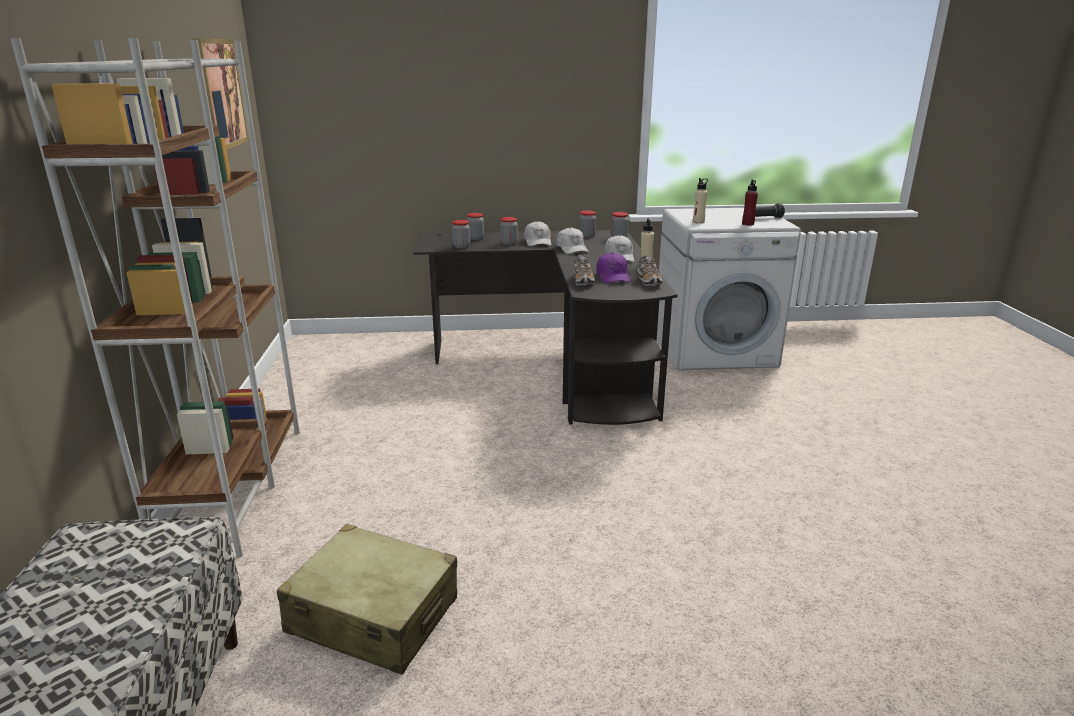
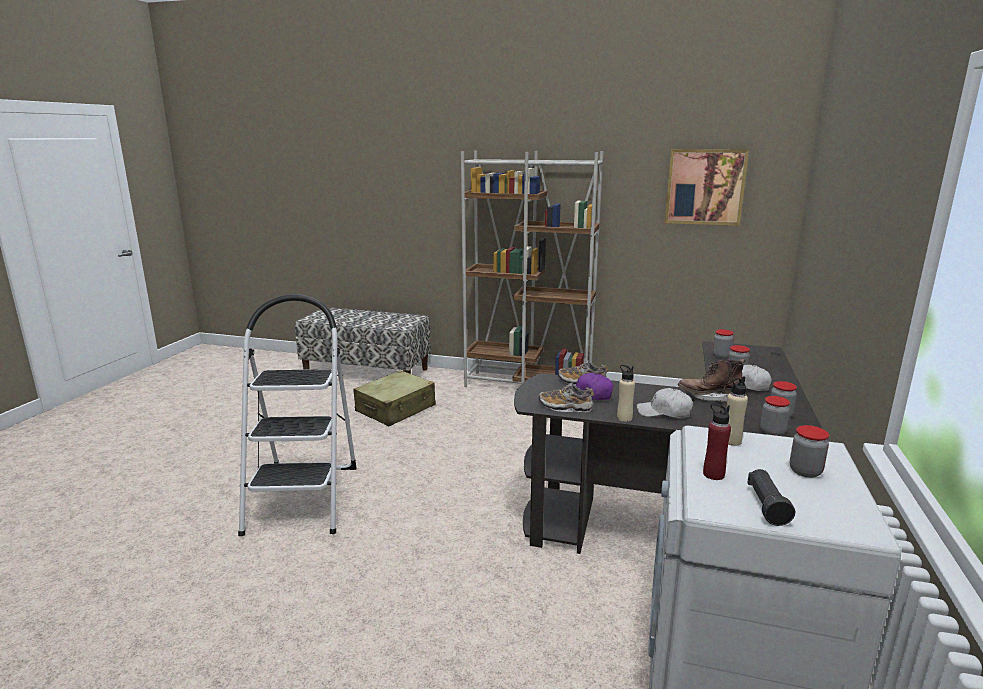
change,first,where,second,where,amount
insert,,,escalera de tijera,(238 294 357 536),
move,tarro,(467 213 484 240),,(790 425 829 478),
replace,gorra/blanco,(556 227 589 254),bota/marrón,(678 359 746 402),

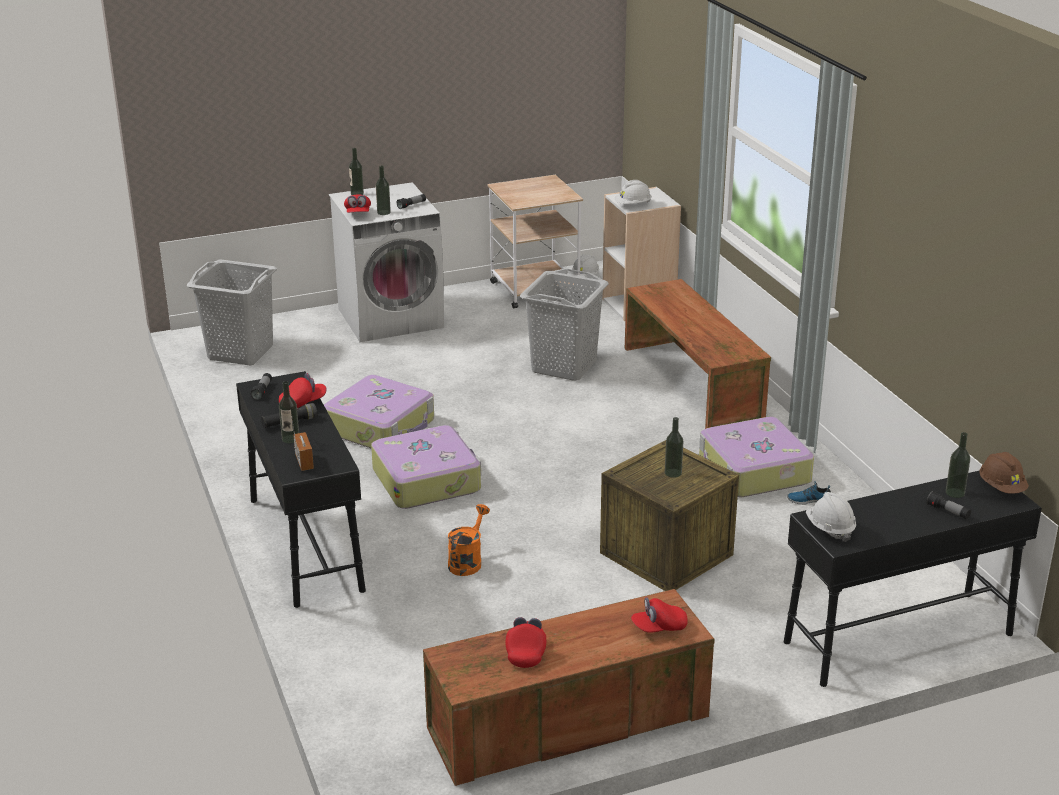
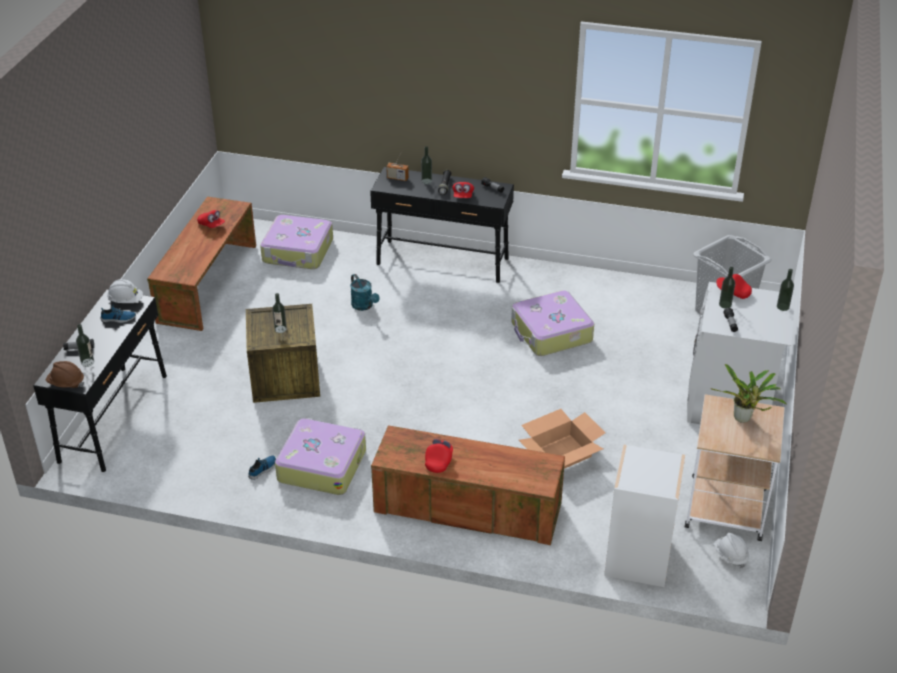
change,first,where,second,where,amount
delete,casco/blanco,(615 180 652 204),,,
insert,,,zapato,(101 304 136 323),
insert,,,planta en maceta,(710 364 787 423),
move,maleta,(371 425 481 509),,(260 215 333 269),
move,gorra/rojo,(631 597 688 633),,(425 439 453 473),
replace,cesto de la ropa/gris,(520 268 609 381),caja de cartón,(519 409 605 469),
recolor,regadera/naranja,(448 504 490 576),regadera/turquesa,(350 274 380 311),

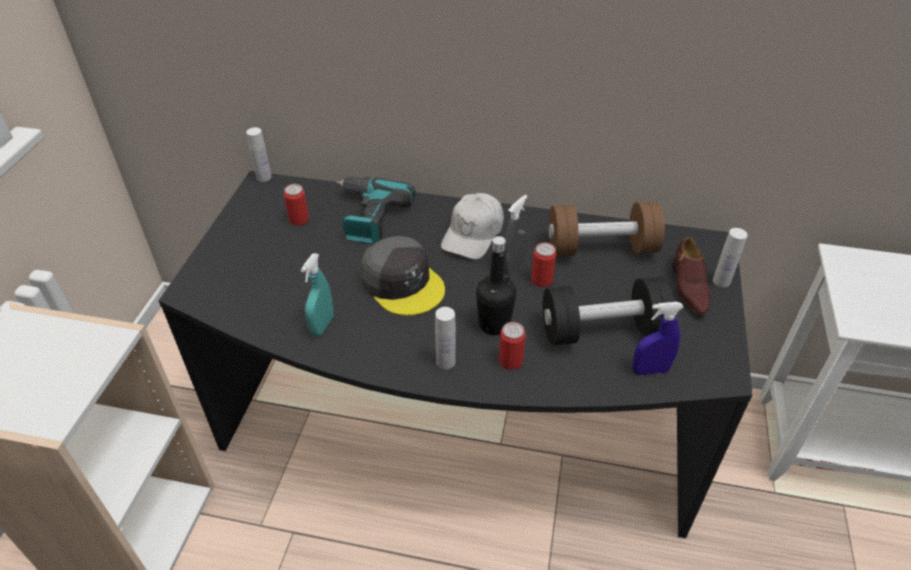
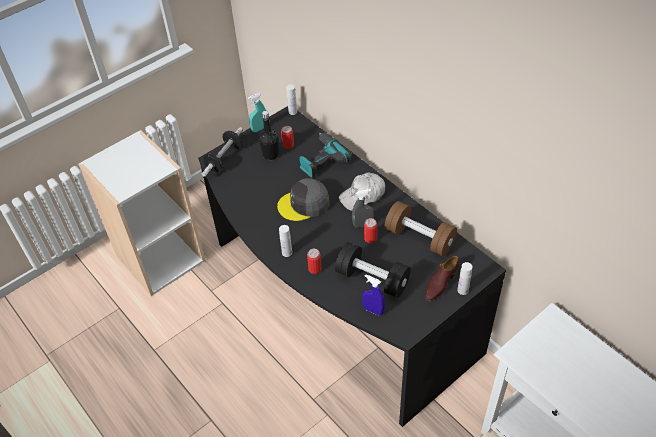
change,first,where,second,where,amount
insert,,,mancuerna,(202 127 243 177),
move,pulverizador/turquesa,(301 253 334 336),,(248 93 266 132),
move,botella/negro,(476 236 516 335),,(259 111 279 160),
rotate,gorra/gris,(360 236 445 316),,(277 178 329 221),75 degrees clockwise

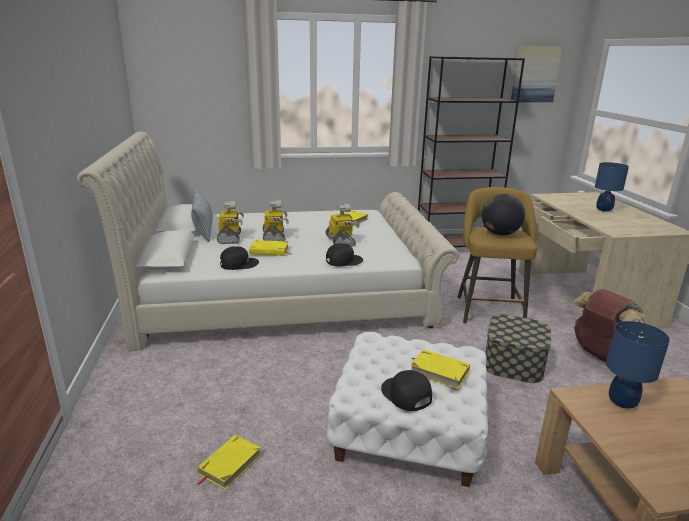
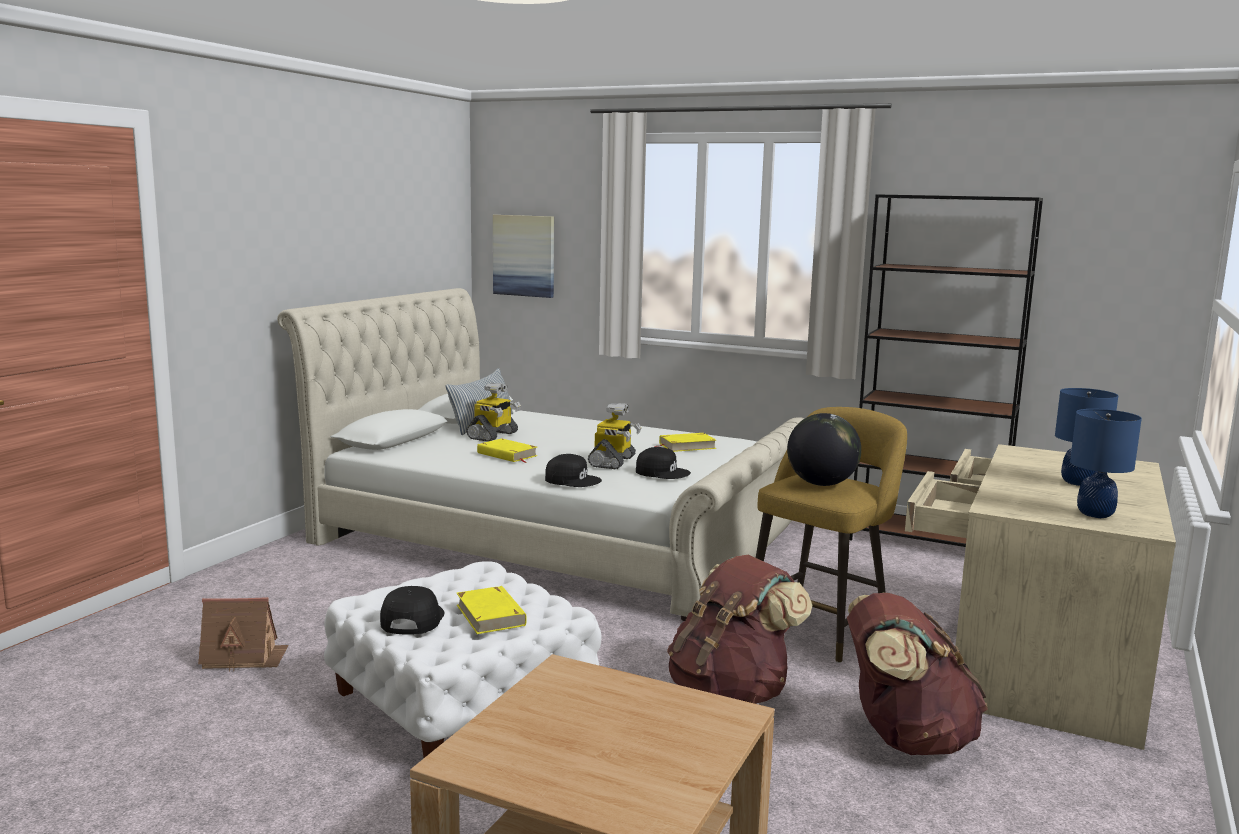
change,first,where,second,where,amount
delete,robot de juguete,(263 200 289 241),,,
move,gorra/negro,(220 246 259 270),,(636 447 691 479),
move,cuadro,(511 46 562 102),,(493 215 554 298),
move,lámpara de mesa/azul,(606 321 670 409),,(1070 409 1142 518),
replace,libro/amarillo,(197 435 261 490),casita,(198 597 288 672),
replace,caja de almacenaje,(485 314 551 383),mochila/marrón,(667 555 812 704),

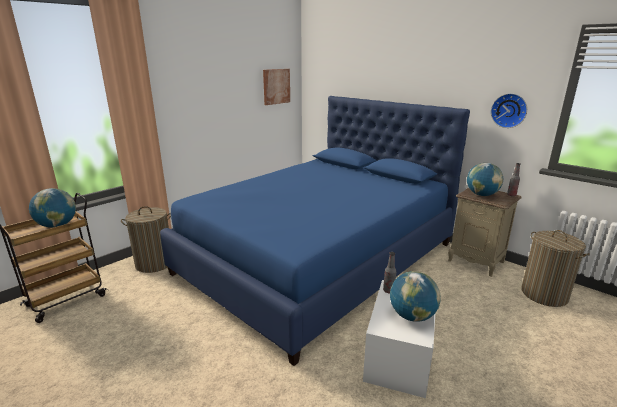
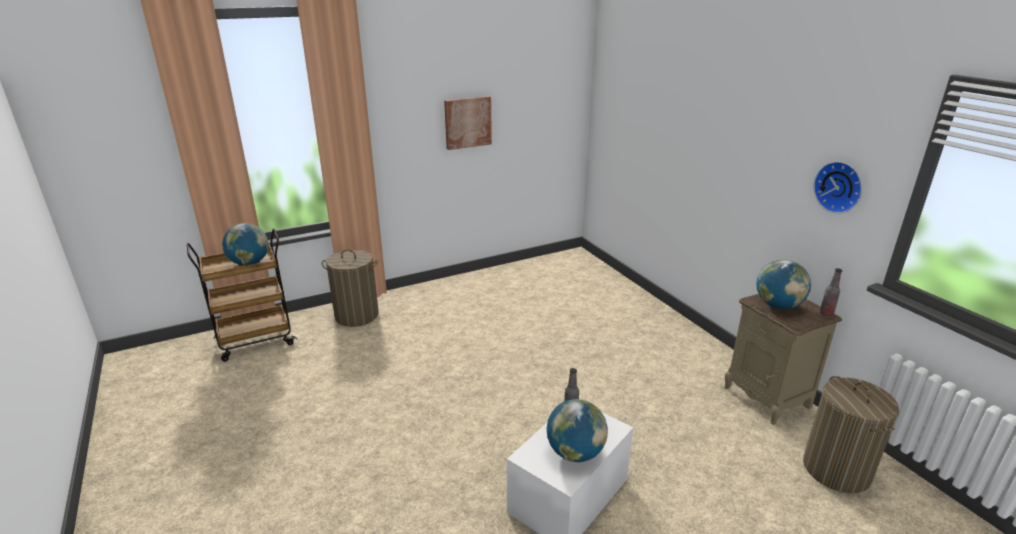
change,first,where,second,where,amount
delete,cama/azul,(160 96 470 366),,,
move,cuadro,(263 69 290 105),,(444 96 492 150),

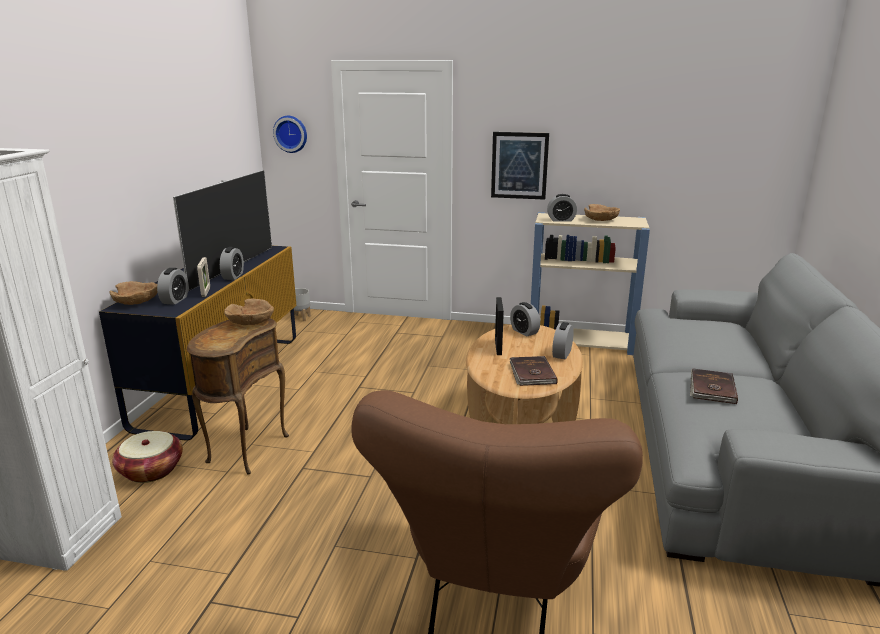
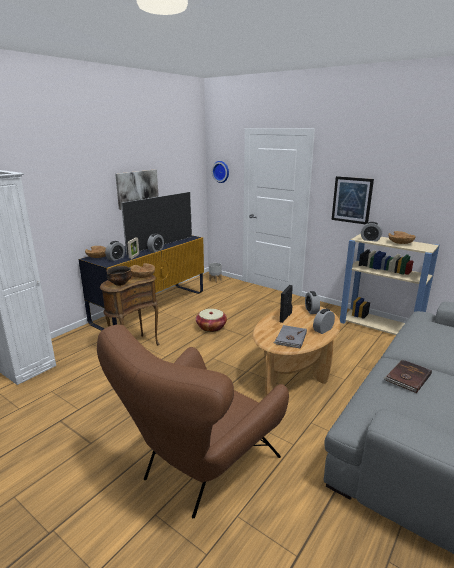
change,first,where,second,where,amount
insert,,,cuenco,(106 266 132 286),
insert,,,cuadro,(115 169 159 210),
move,cesta,(112 431 183 483),,(196 309 227 332),
recolor,libro/marrón,(509 356 558 386),libro/gris,(274 325 307 349),

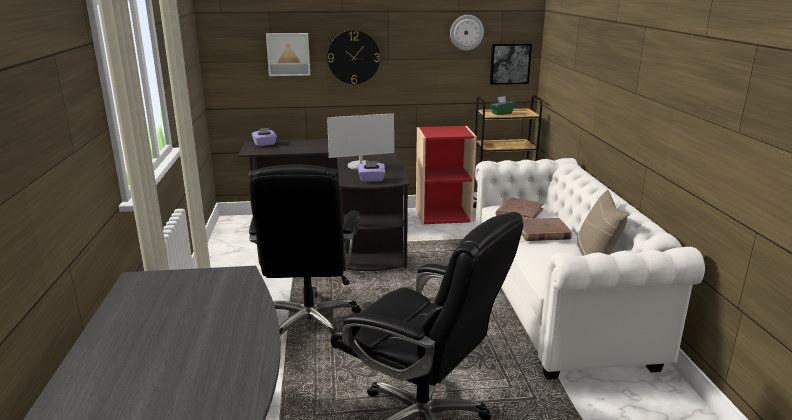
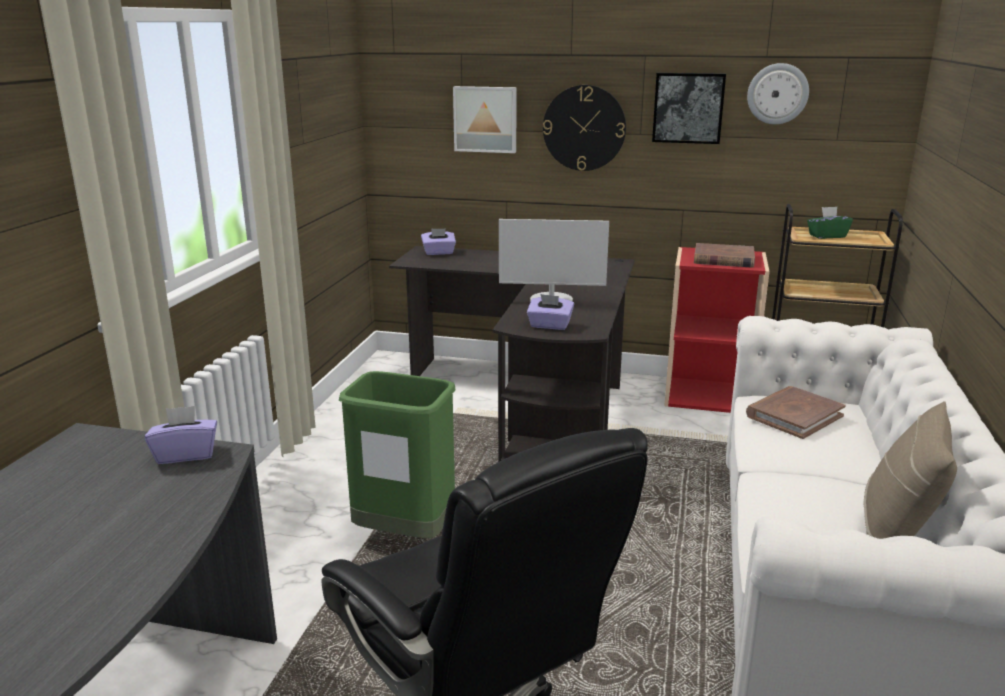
change,first,where,second,where,amount
insert,,,caja de pañuelos/morado,(145 406 217 464),
move,cuadro,(490 43 532 85),,(652 73 726 144),
move,libro/marrón,(521 218 572 241),,(694 243 755 268),
replace,silla de oficina/negro,(249 165 361 336),papelera/verde,(339 371 455 538),

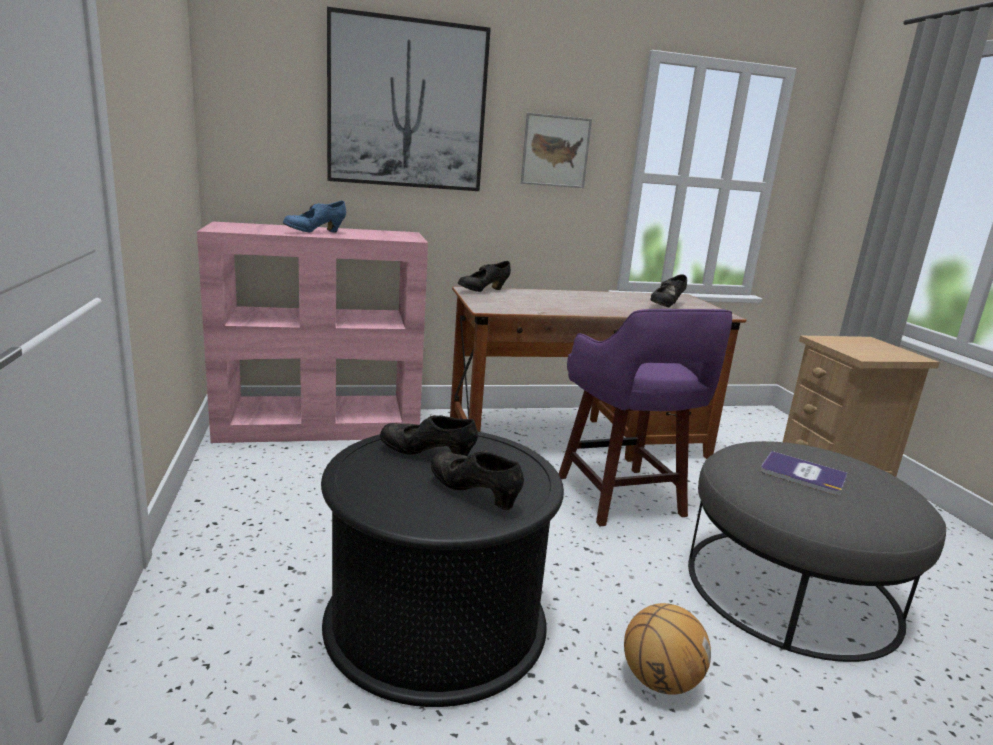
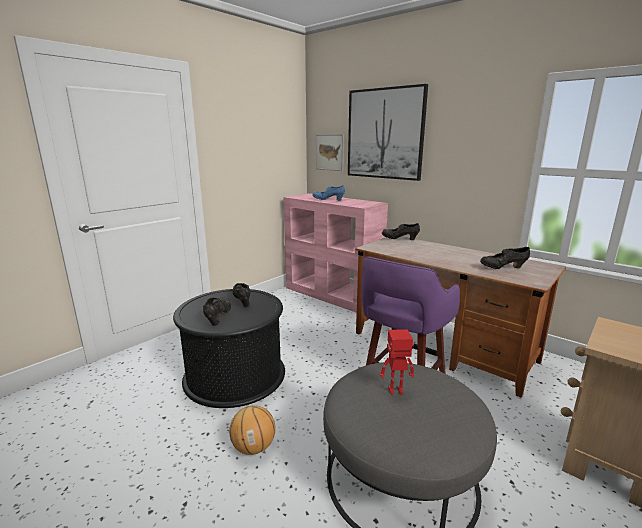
change,first,where,second,where,amount
move,cuadro,(521 113 592 188),,(316 134 344 171),
replace,libro,(760 451 848 495),robot de juguete,(379 329 414 395),

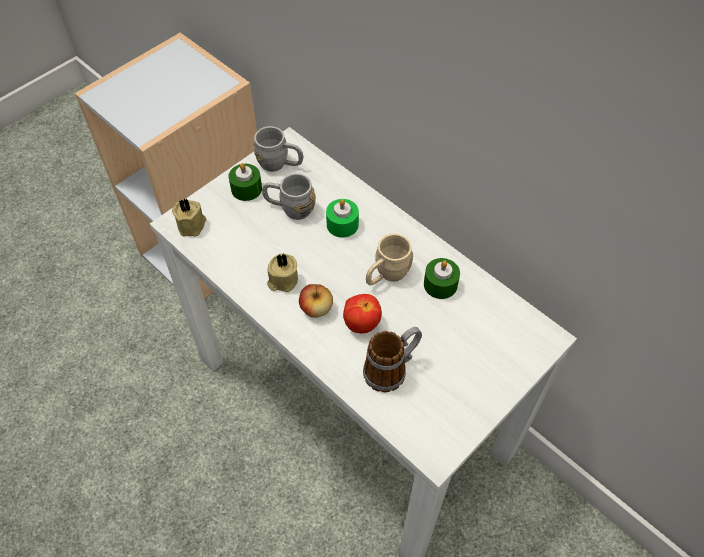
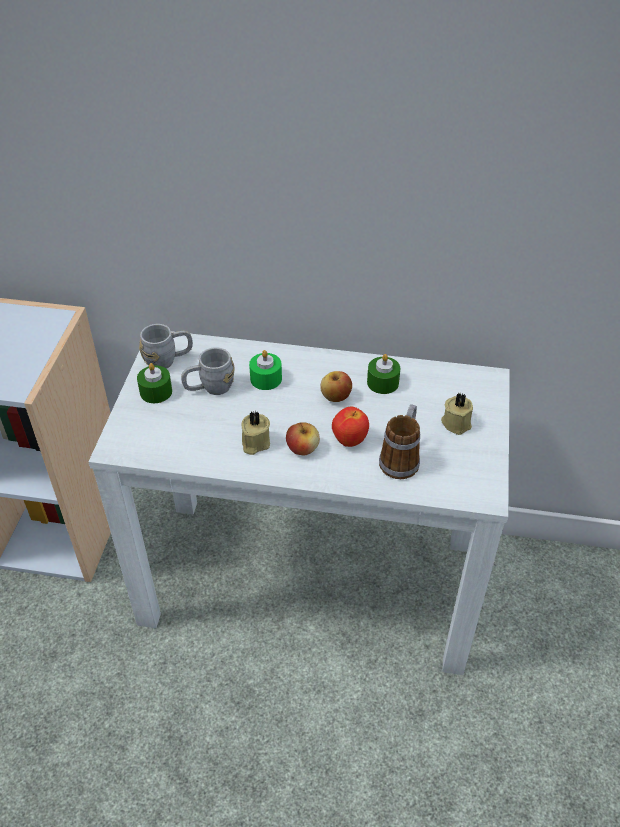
change,first,where,second,where,amount
move,vela/beis,(172 198 207 237),,(441 393 473 435),
replace,taza grande/beis,(366 234 413 286),manzana,(320 371 352 402),

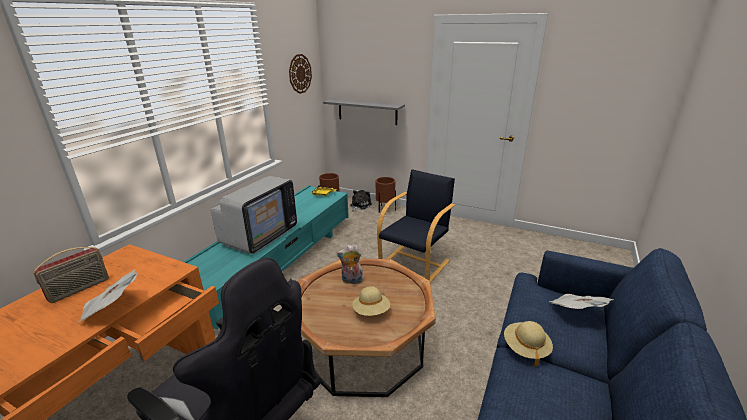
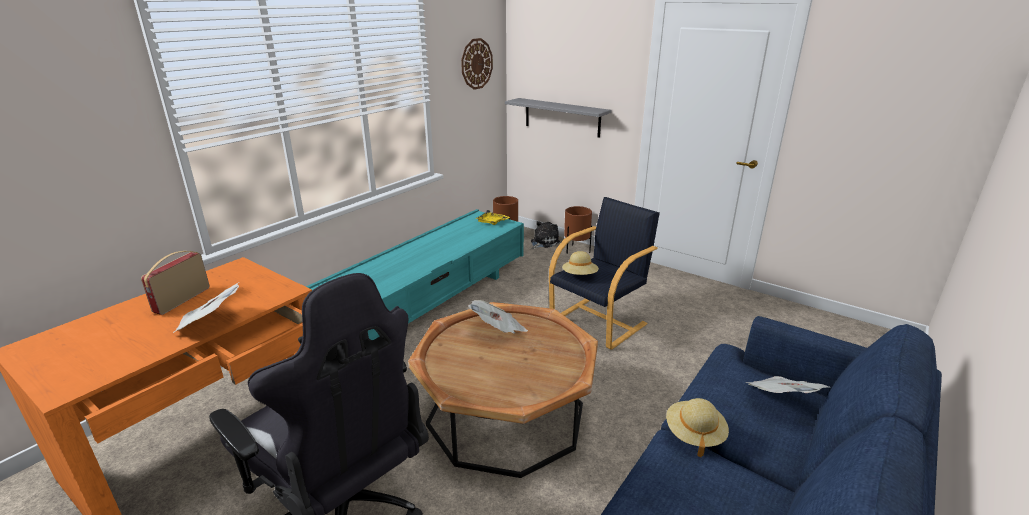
change,first,where,second,where,amount
delete,televisor,(211 176 297 254),,,
move,sombrero/beis,(352 286 390 316),,(562 251 599 275),
replace,peluche,(337 245 363 284),periódico,(468 300 528 334),
rotate,radio,(33 247 109 303),,(141 251 210 315),150 degrees clockwise

